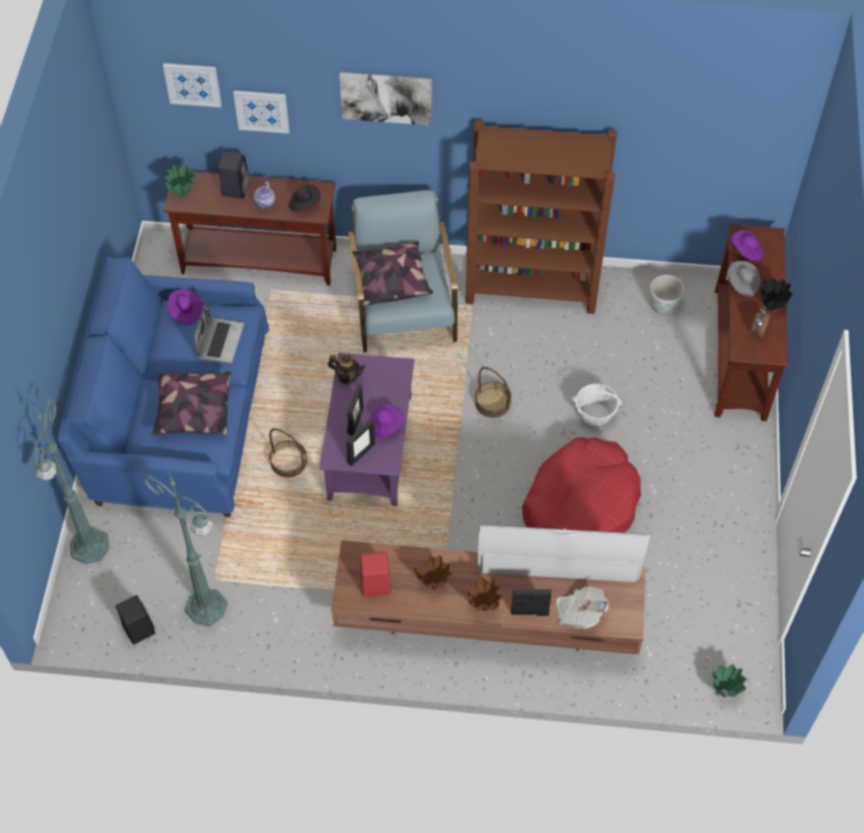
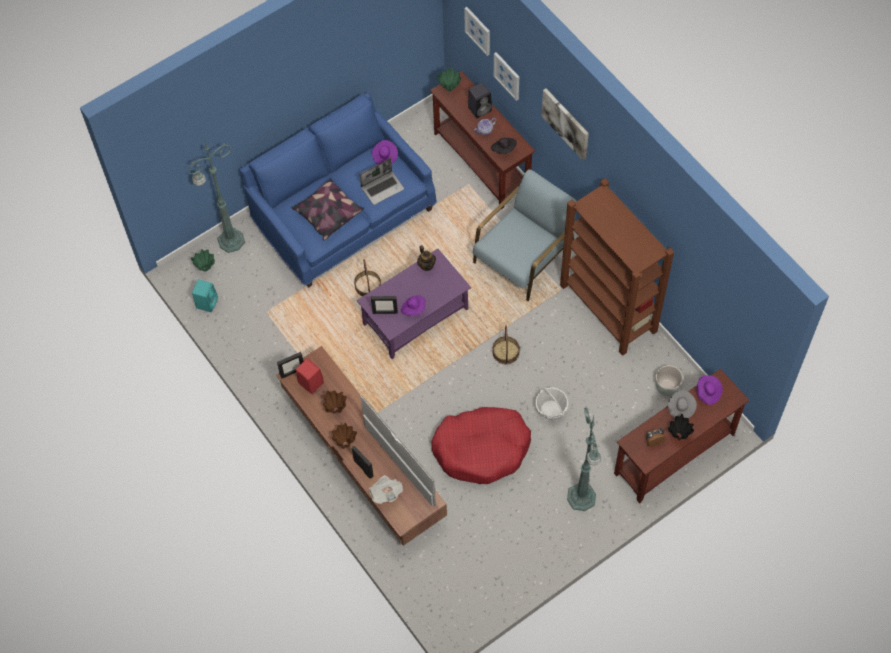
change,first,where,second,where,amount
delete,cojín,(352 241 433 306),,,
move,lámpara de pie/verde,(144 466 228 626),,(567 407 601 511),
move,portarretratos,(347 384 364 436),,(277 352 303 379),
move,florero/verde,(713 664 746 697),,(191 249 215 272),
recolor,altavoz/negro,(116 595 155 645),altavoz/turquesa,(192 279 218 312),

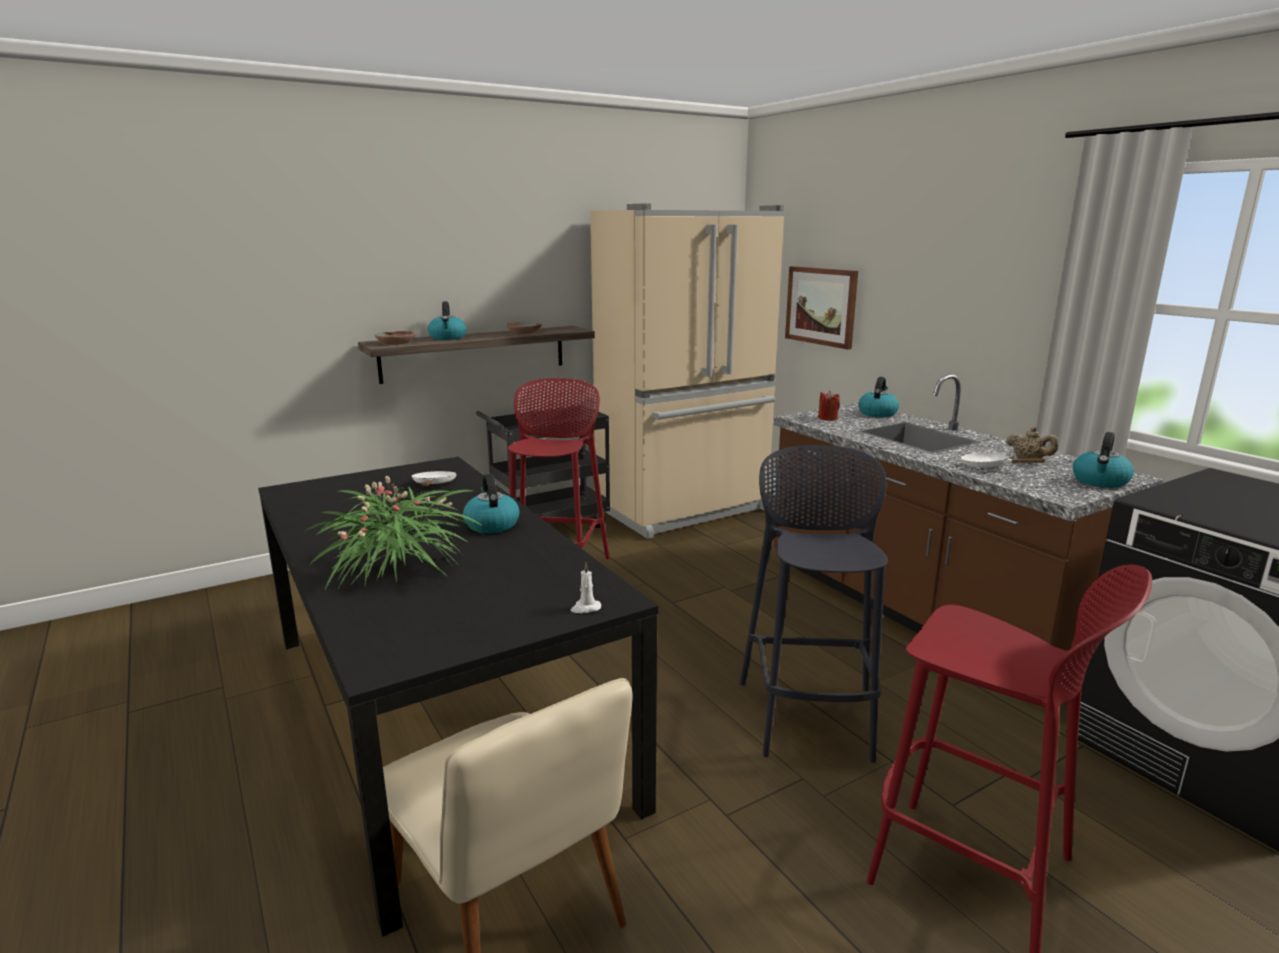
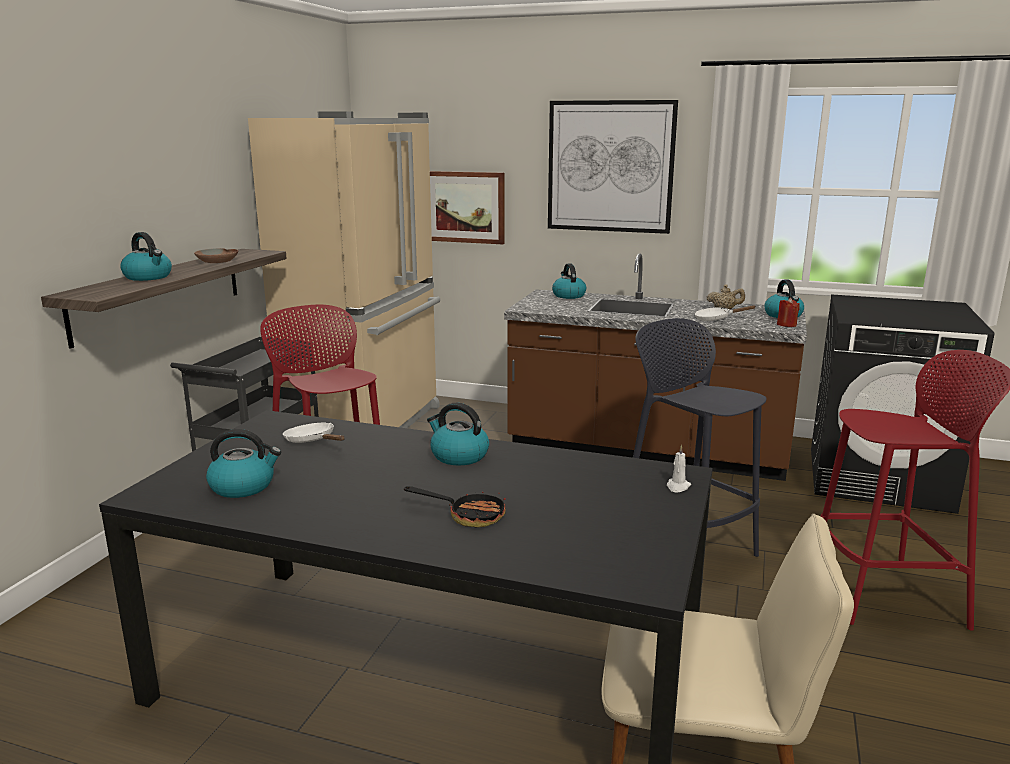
change,first,where,second,where,amount
delete,cuenco/marrón,(375 331 415 345),,,
insert,,,hervidor,(206 429 281 498),
insert,,,cuadro,(548 100 678 234),
move,vela/rojo,(818 391 840 421),,(777 297 800 327),
replace,planta en maceta,(305 476 484 589),sartén,(404 486 506 527),

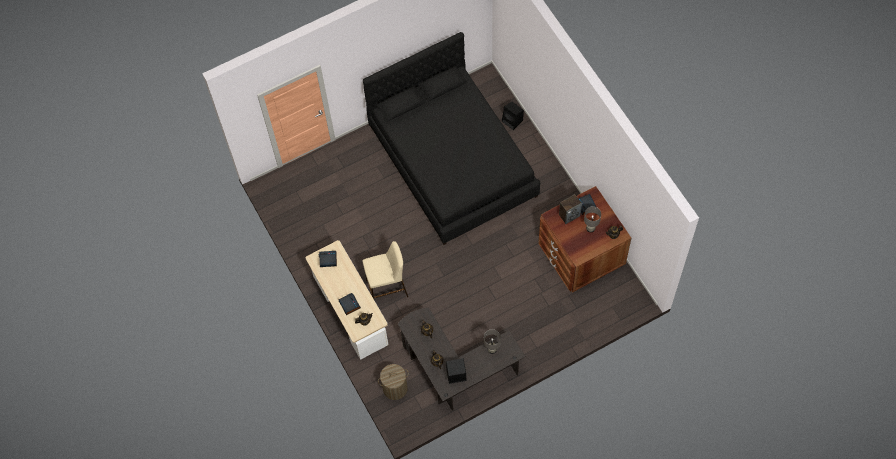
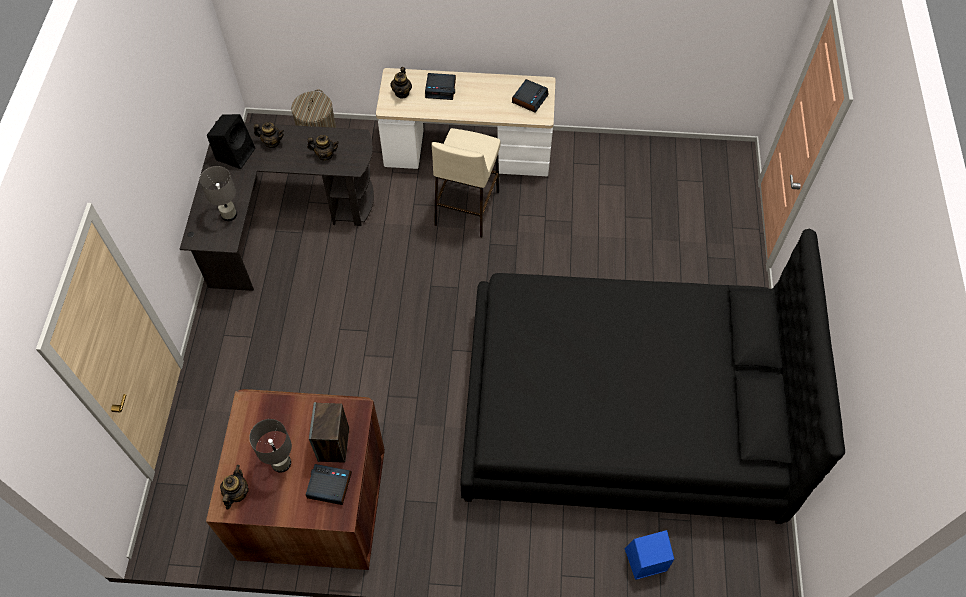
change,first,where,second,where,amount
recolor,altavoz/negro,(502 102 524 130),altavoz/azul,(624 530 674 580),

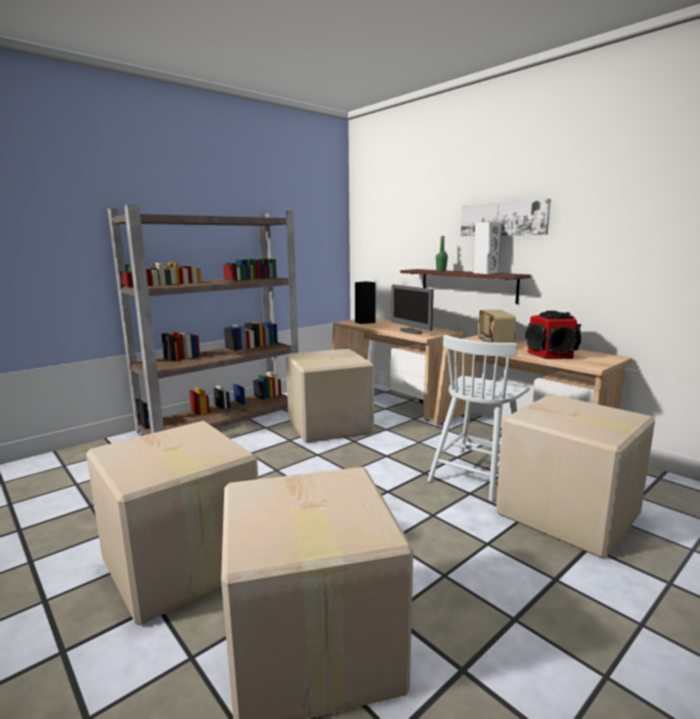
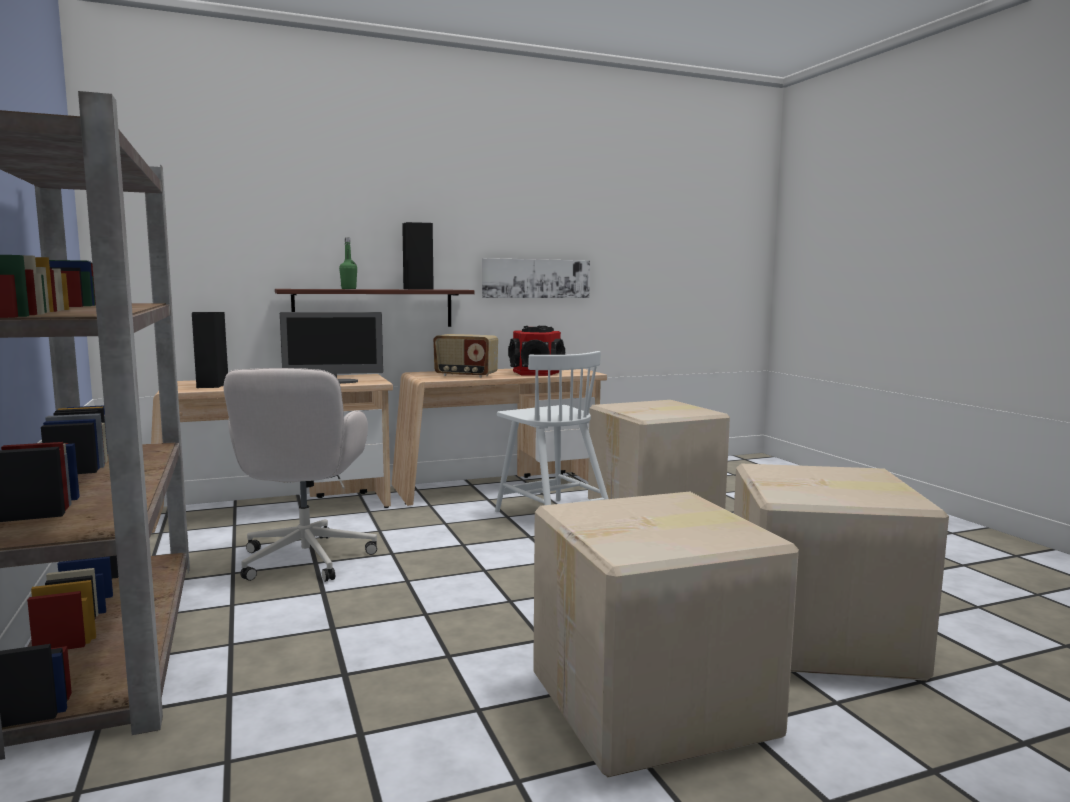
change,first,where,second,where,amount
move,cuadro,(461 199 551 236),,(482 258 590 298),
replace,caja de cartón,(286 349 374 443),silla de oficina/blanco,(224 368 377 582),
recolor,altavoz/blanco,(473 222 502 274),altavoz/negro,(402 222 434 290),

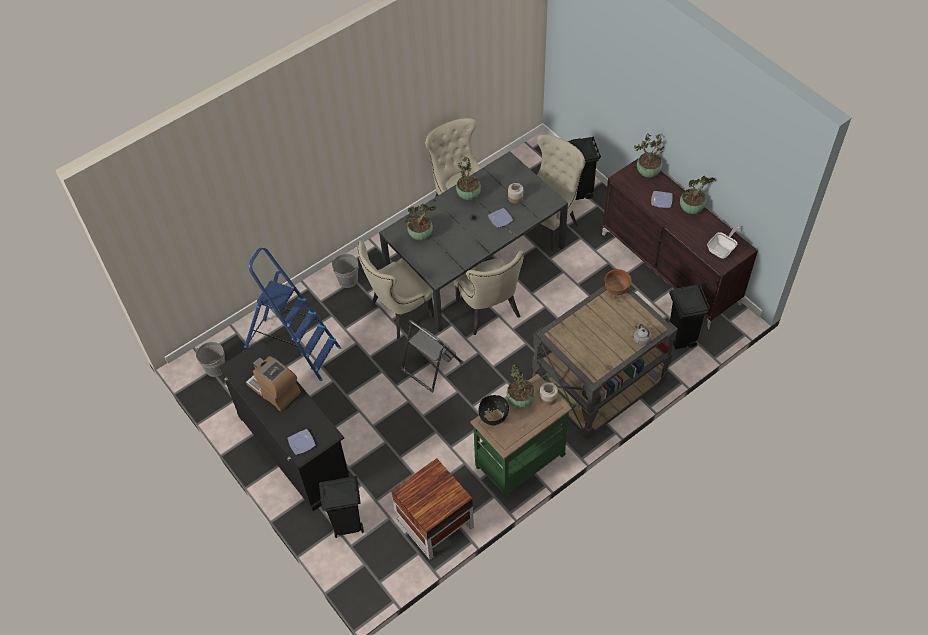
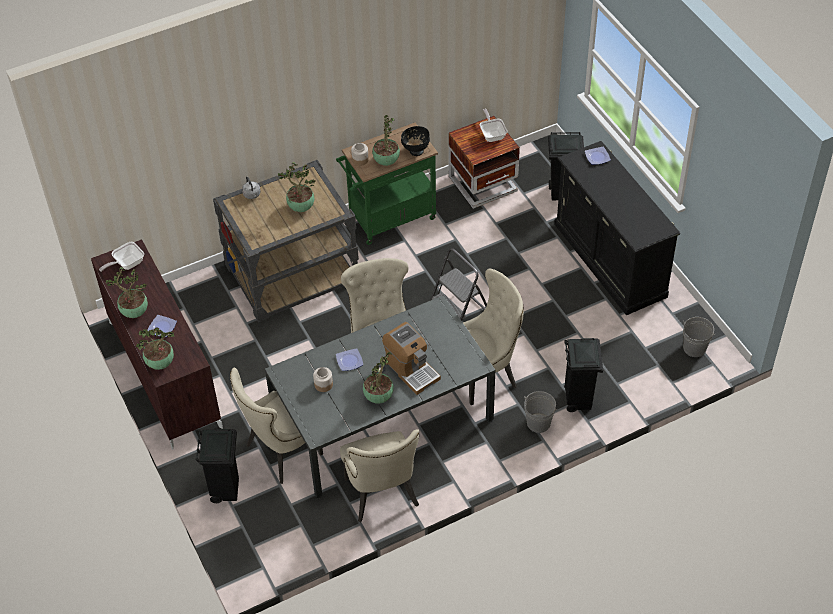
change,first,where,second,where,amount
delete,escalera de tijera/azul,(243 248 341 381),,,
delete,cuenco/marrón,(604 269 632 295),,,
insert,,,sartén,(480 109 507 142),
move,cafetera,(246 356 301 412),,(382 322 441 395),
move,planta en maceta,(405 204 436 240),,(278 162 316 212),
move,papelera/negro,(669 284 710 349),,(564 338 603 412),

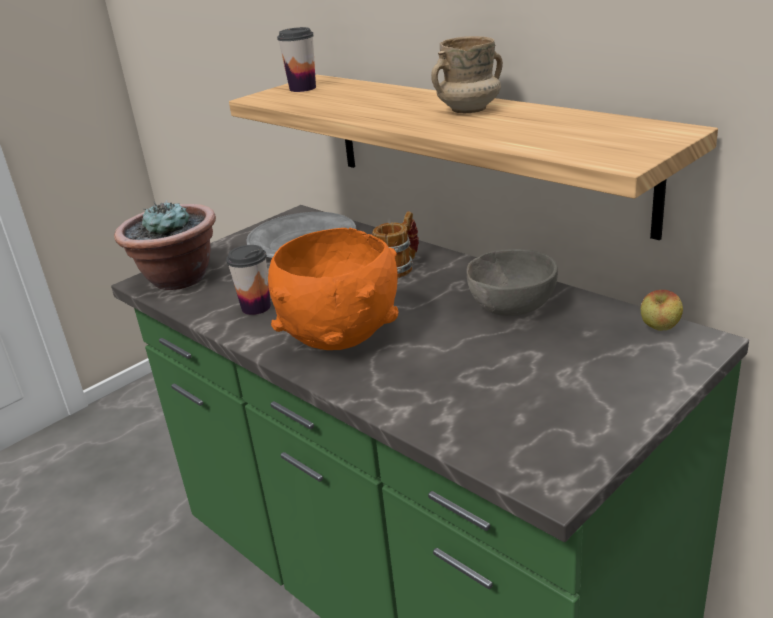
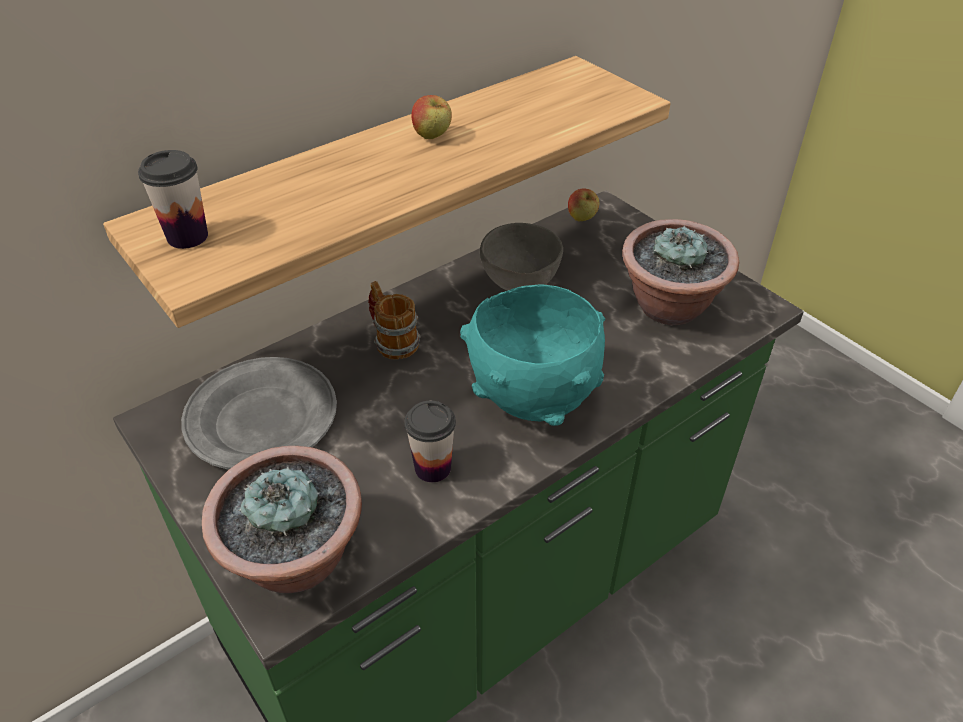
change,first,where,second,where,amount
insert,,,planta en maceta,(622 219 739 325),
replace,taza grande/beis,(431 36 503 113),manzana,(411 95 452 139),
recolor,cuenco/naranja,(268 228 398 350),cuenco/turquesa,(460 284 605 426),

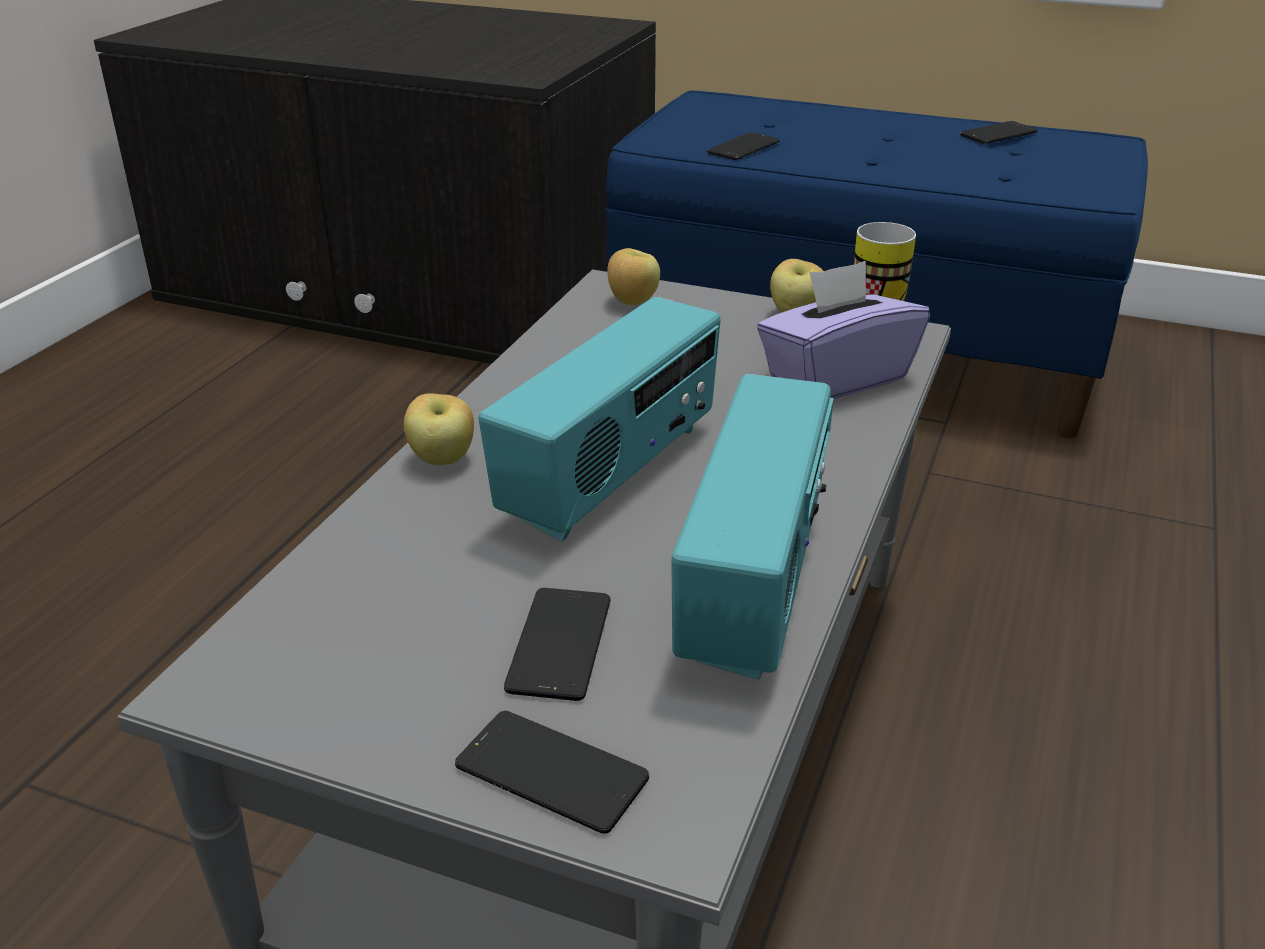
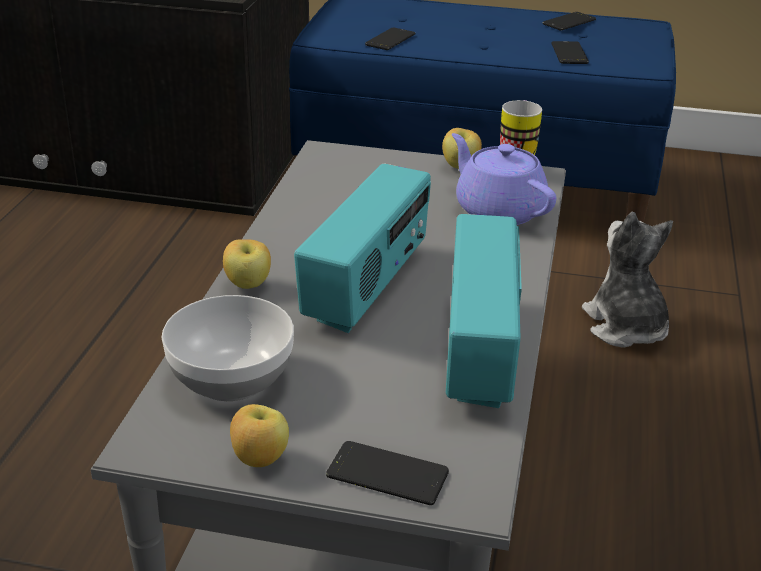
change,first,where,second,where,amount
insert,,,cuenco,(162 295 294 401),
insert,,,peluche,(582 212 673 347),
move,móvil,(504 588 611 701),,(551 41 589 64),
move,manzana,(607 248 660 305),,(230 404 289 467),
replace,caja de pañuelos/morado,(757 261 930 399),tetera/morado,(452 133 556 225),

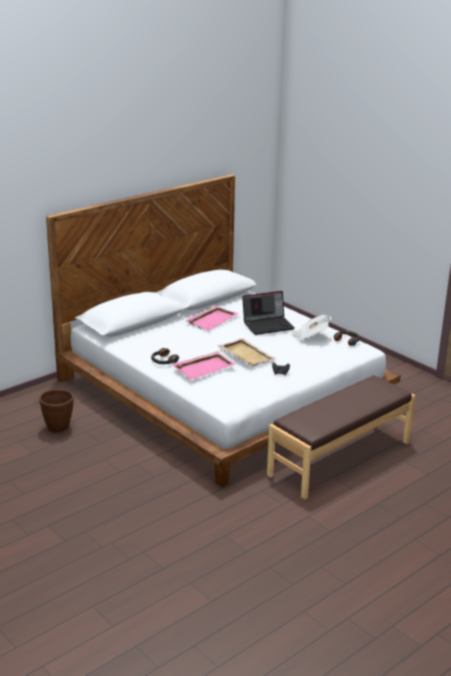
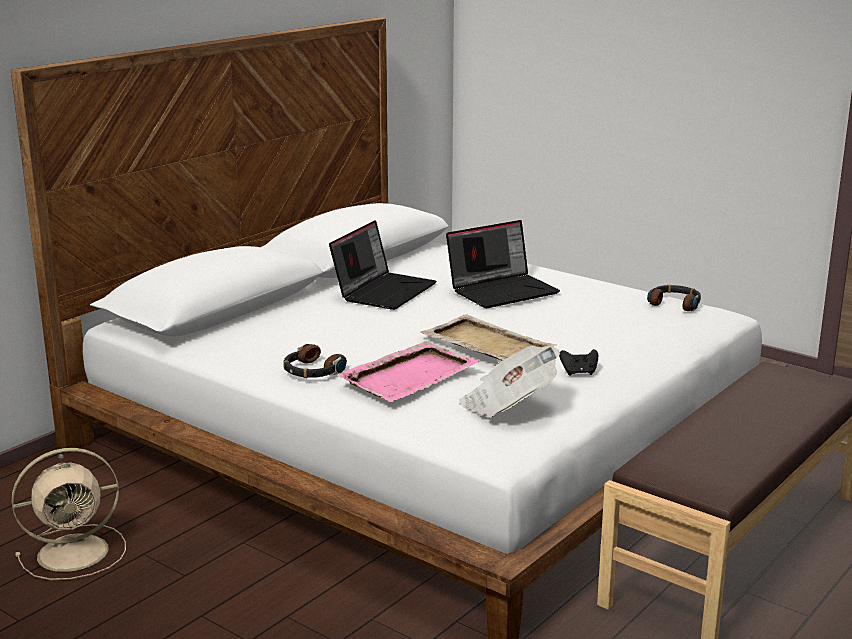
change,first,where,second,where,amount
move,periódico,(292 315 332 341),,(459 345 560 418),
replace,maceta/marrón,(39 389 74 433),ventilador/beis,(11 448 126 580),
replace,bandeja/rosa,(185 305 239 331),portátil,(329 220 436 310),

